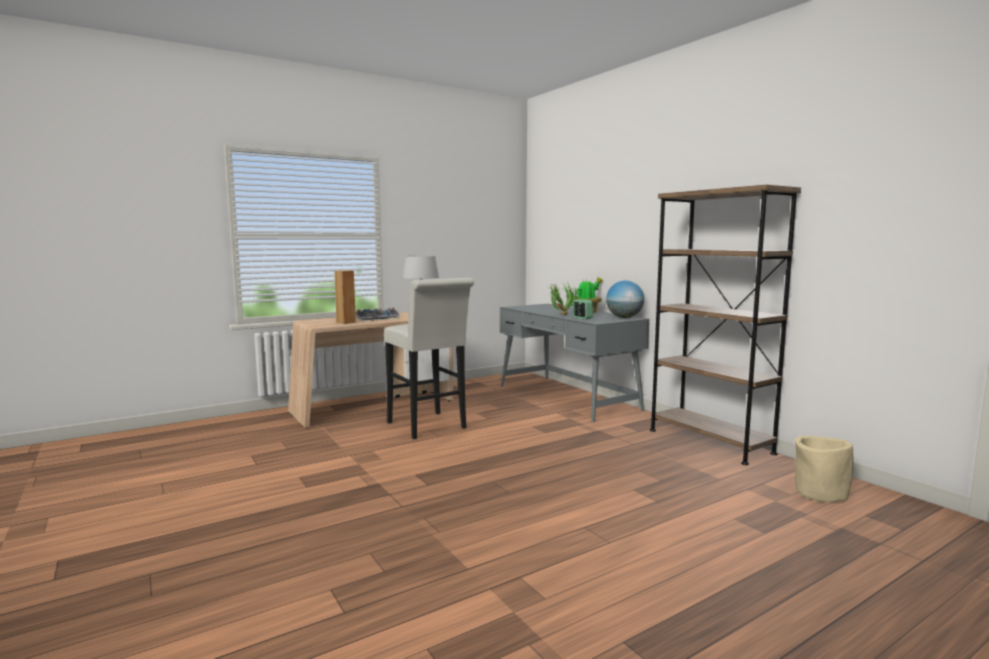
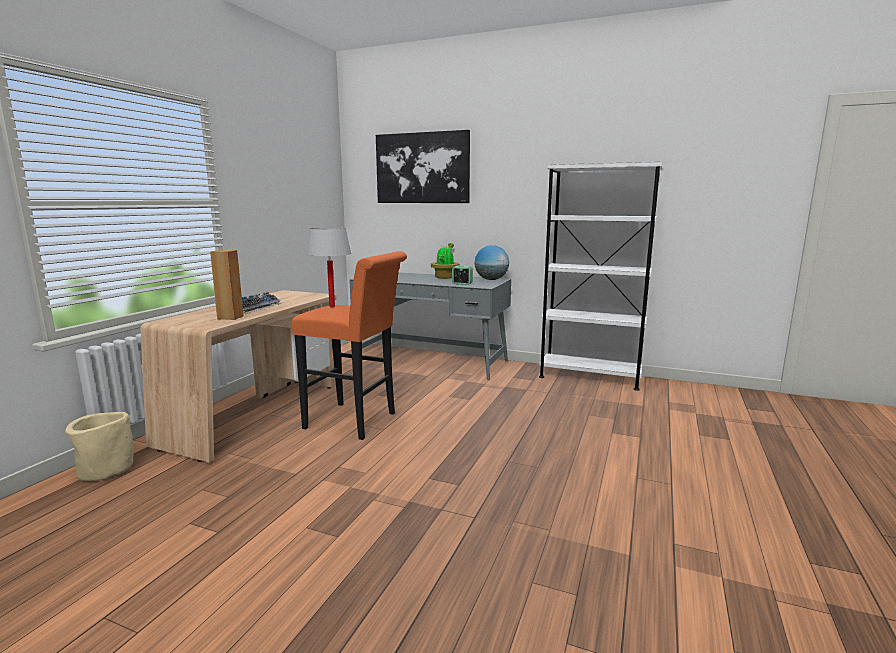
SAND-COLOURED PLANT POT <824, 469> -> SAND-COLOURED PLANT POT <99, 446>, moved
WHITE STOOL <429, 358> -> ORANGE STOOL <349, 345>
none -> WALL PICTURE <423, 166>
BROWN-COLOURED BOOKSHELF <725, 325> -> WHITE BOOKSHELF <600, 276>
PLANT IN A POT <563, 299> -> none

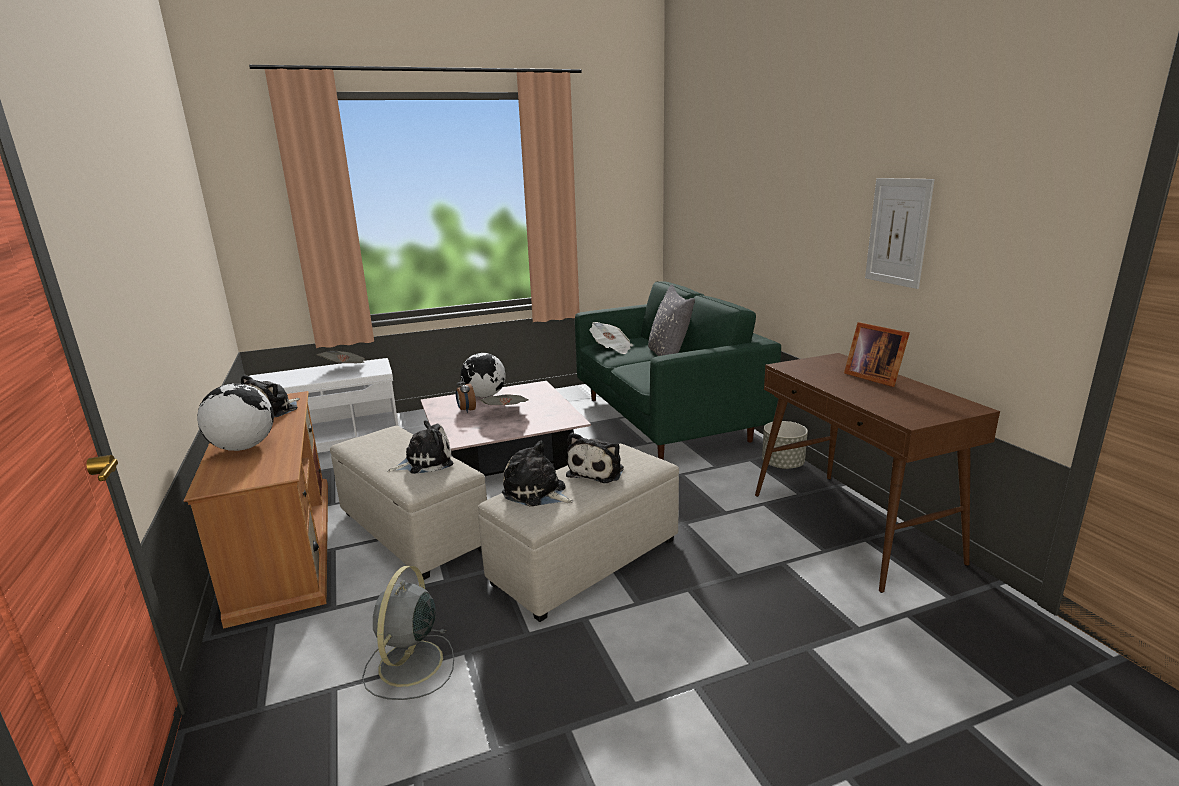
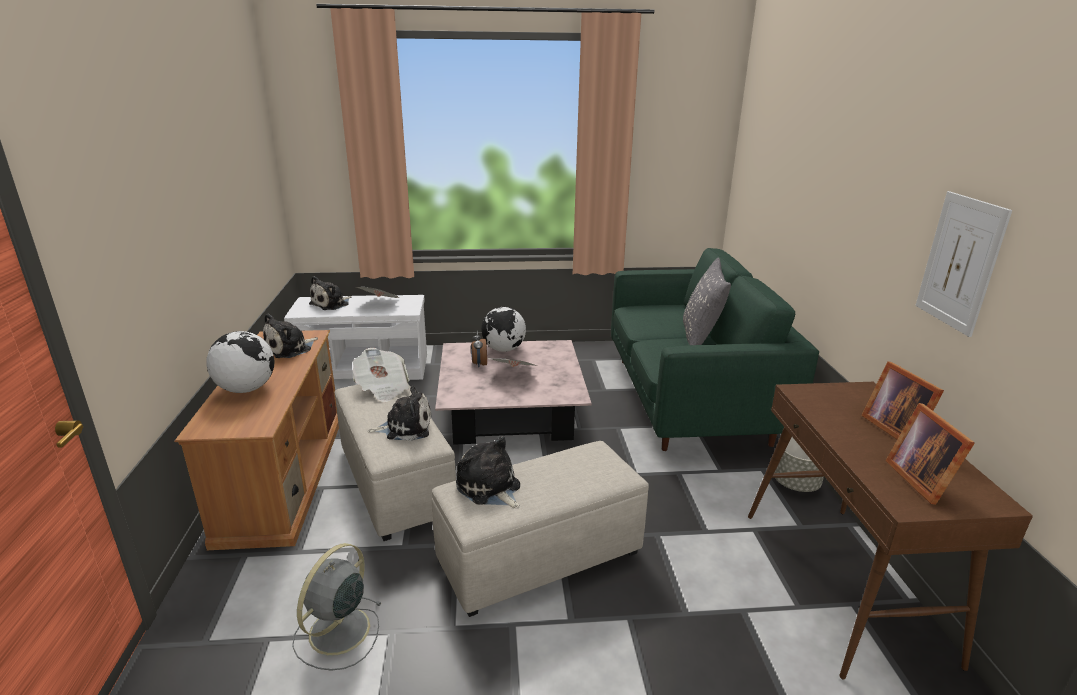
SOFT TOY <595, 457> -> SOFT TOY <330, 293>, moved
NEWSPAPER <611, 338> -> NEWSPAPER <381, 375>, moved
none -> PHOTO FRAME <930, 454>

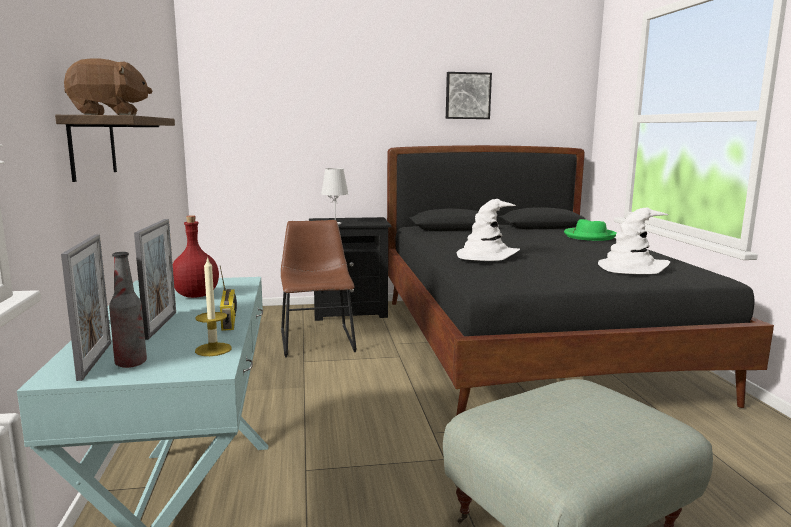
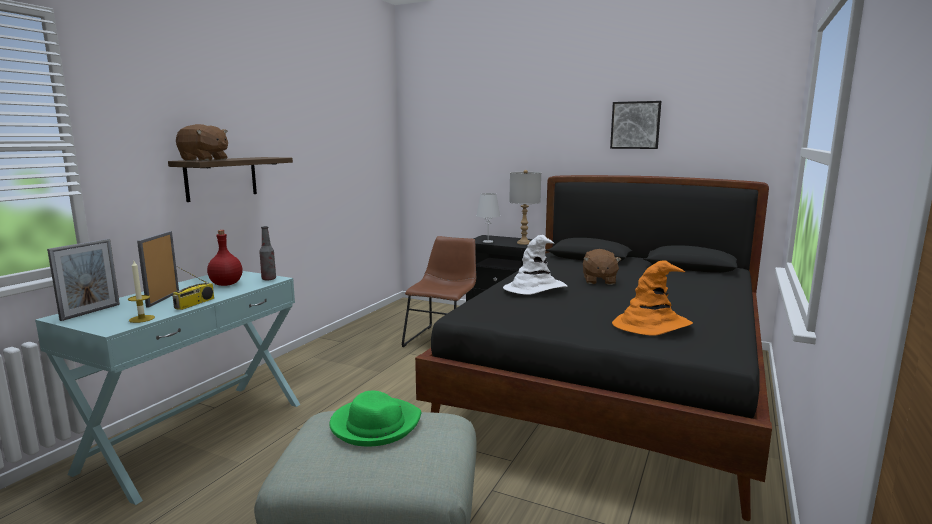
PHOTO FRAME <155, 279> -> PHOTO FRAME <158, 269>, 150 degrees clockwise
BEVERAGE BOTTLE <128, 310> -> BEVERAGE BOTTLE <267, 253>, moved
GREEN WEARABLE HAT <590, 230> -> GREEN WEARABLE HAT <375, 419>, moved
none -> GREYISH TABLETOP LAMP <525, 207>
none -> BROWN-COLOURED SOFT TOY <602, 267>
WHITE WEARABLE HAT <634, 241> -> ORANGE WEARABLE HAT <652, 298>

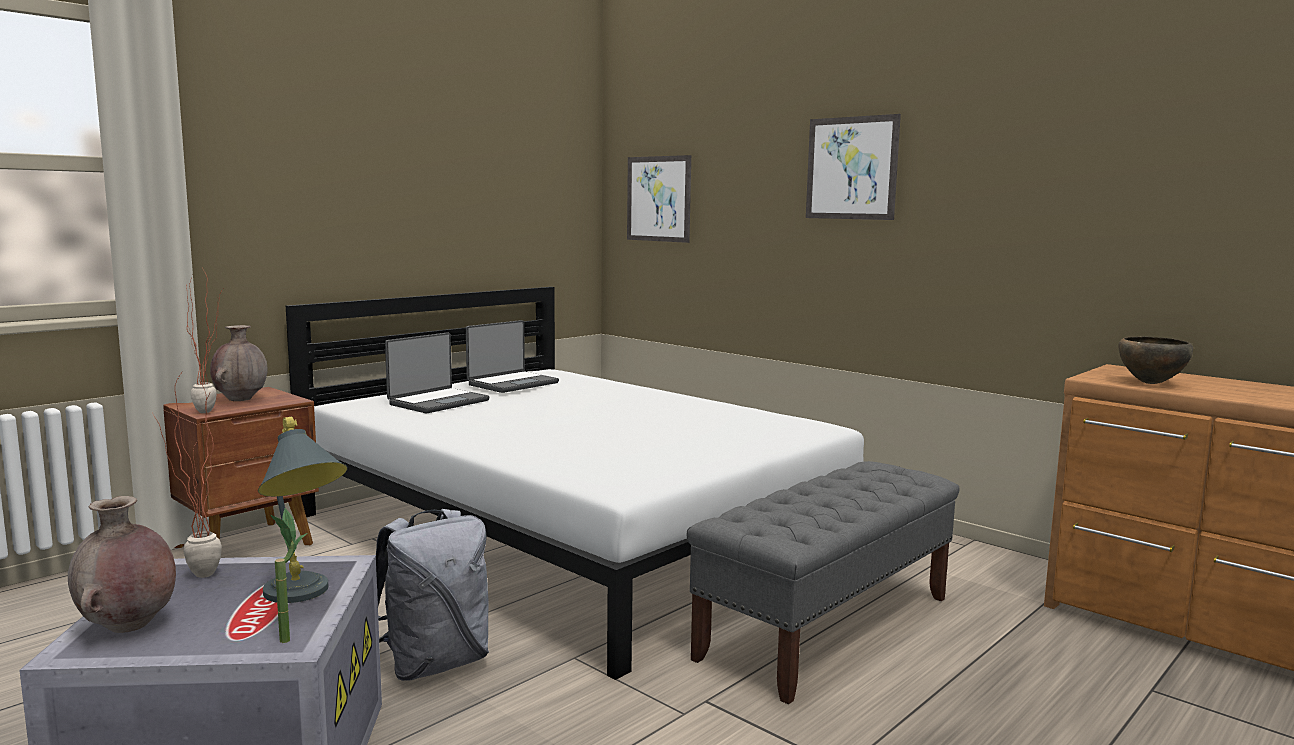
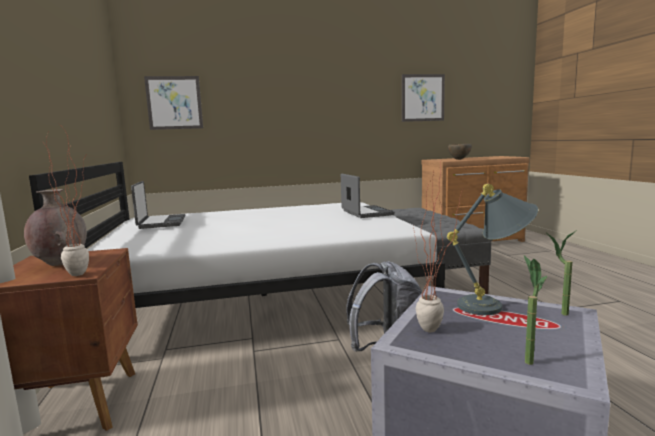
PORTABLE COMPUTER <437, 372> -> PORTABLE COMPUTER <368, 196>, moved
WALL PICTURE <853, 167> -> WALL PICTURE <423, 98>, moved
BROWN-COLOURED DECORATIVE VASE <122, 564> -> PLANT IN A POT <535, 310>

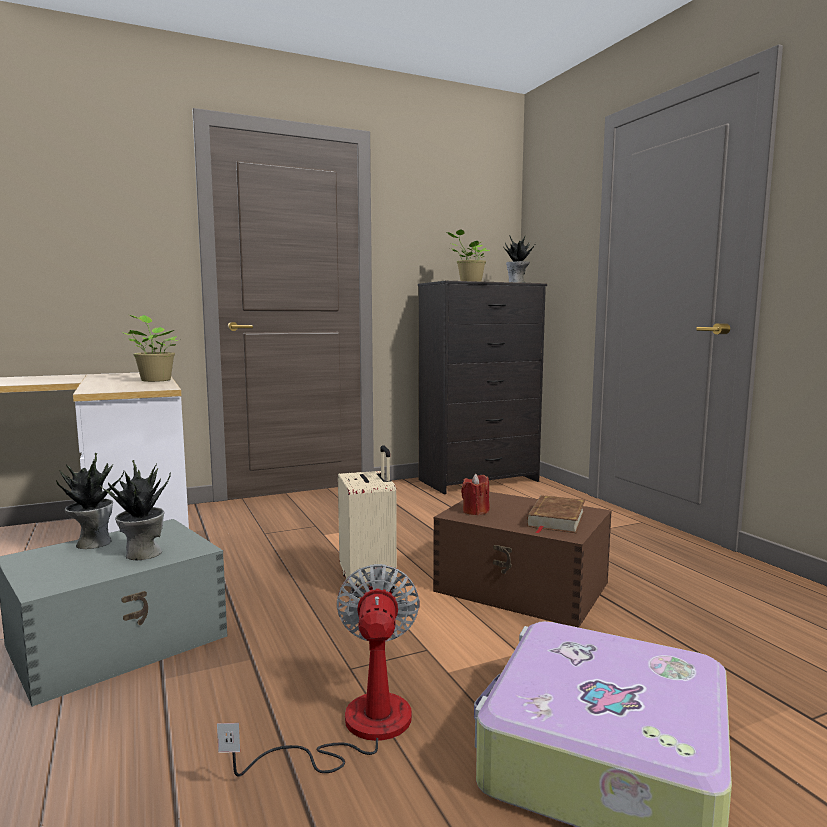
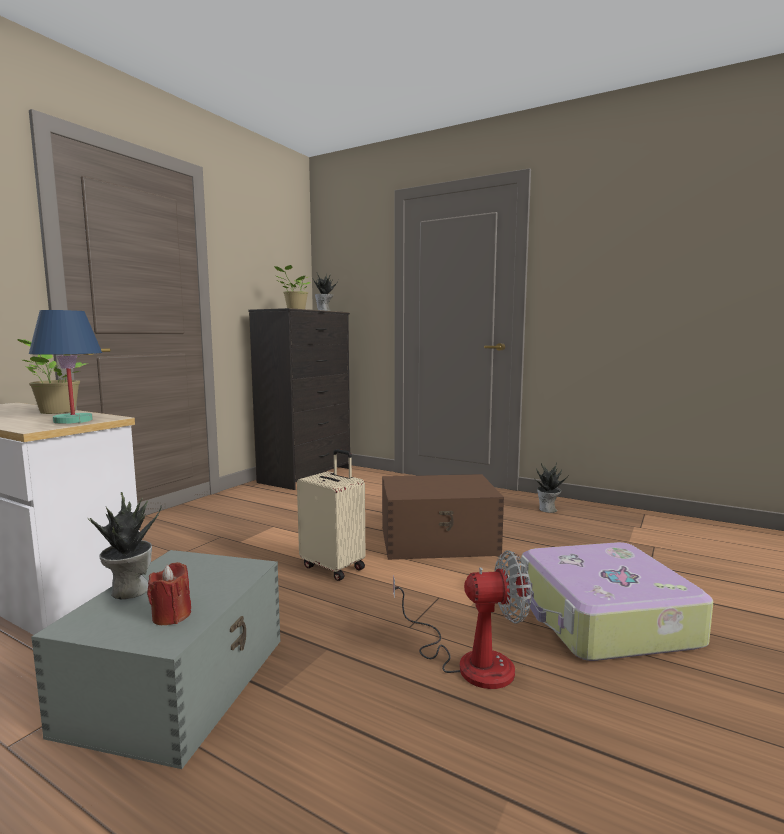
none -> BLUE TABLETOP LAMP <65, 367>
RED CANDLE <475, 494> -> RED CANDLE <169, 593>, moved
ELECTRIC FAN <318, 670> -> ELECTRIC FAN <462, 619>, 120 degrees clockwise
PLANT IN A POT <136, 510> -> PLANT IN A POT <551, 488>, moved
BROWN-COLOURED VOLUME <556, 514> -> none

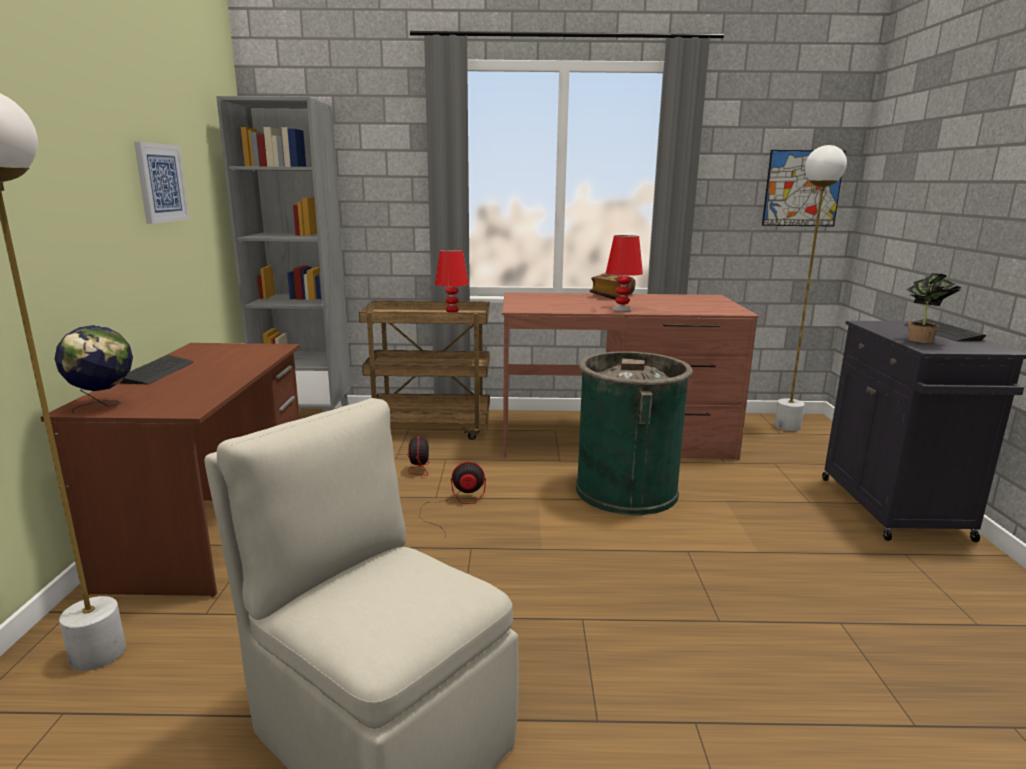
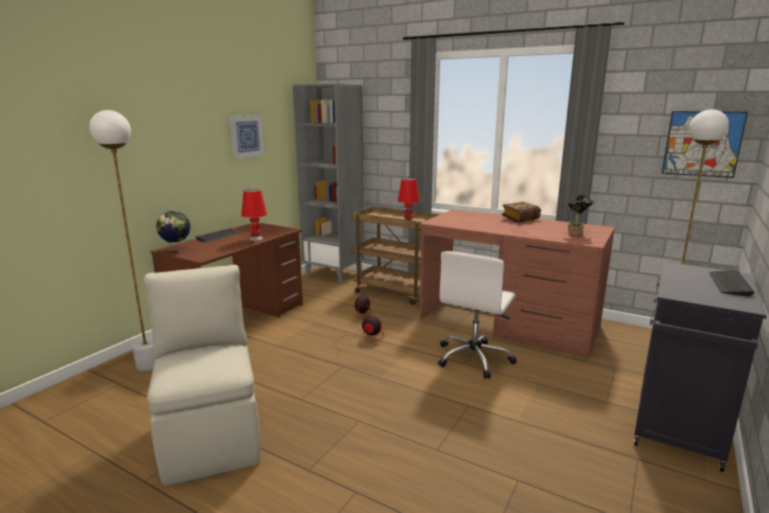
RED TABLETOP LAMP <624, 273> -> RED TABLETOP LAMP <254, 215>, moved
GREEN WASTE BIN <634, 433> -> WHITE DESK CHAIR <477, 315>
PLANT IN A POT <934, 308> -> PLANT IN A POT <578, 215>, moved

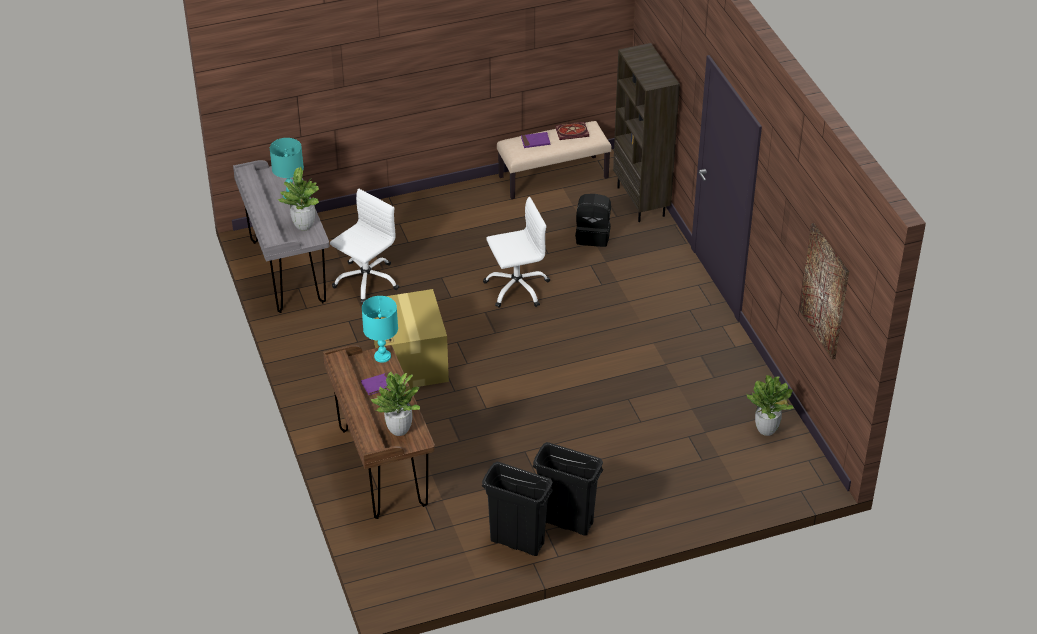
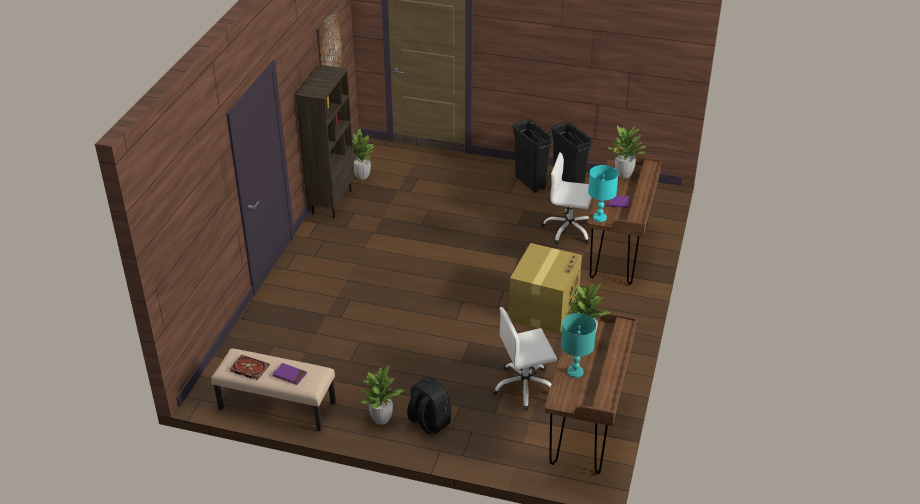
BROWN-COLOURED BOOKSHELF <646, 132> -> BROWN-COLOURED BOOKSHELF <325, 141>, moved
none -> PLANT IN A POT <383, 395>
BLACK-COLOURED KNAPSACK <593, 220> -> BLACK-COLOURED KNAPSACK <429, 406>, moved
WHITE DESK CHAIR <516, 252> -> WHITE DESK CHAIR <566, 198>, moved
GREYISH DESK UNIT <281, 236> -> BROWN-COLOURED DESK UNIT <590, 393>

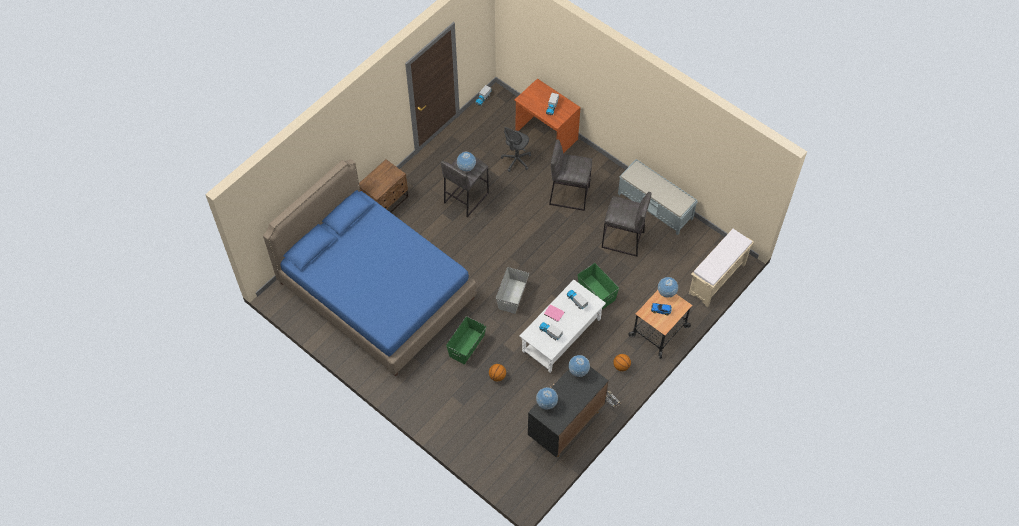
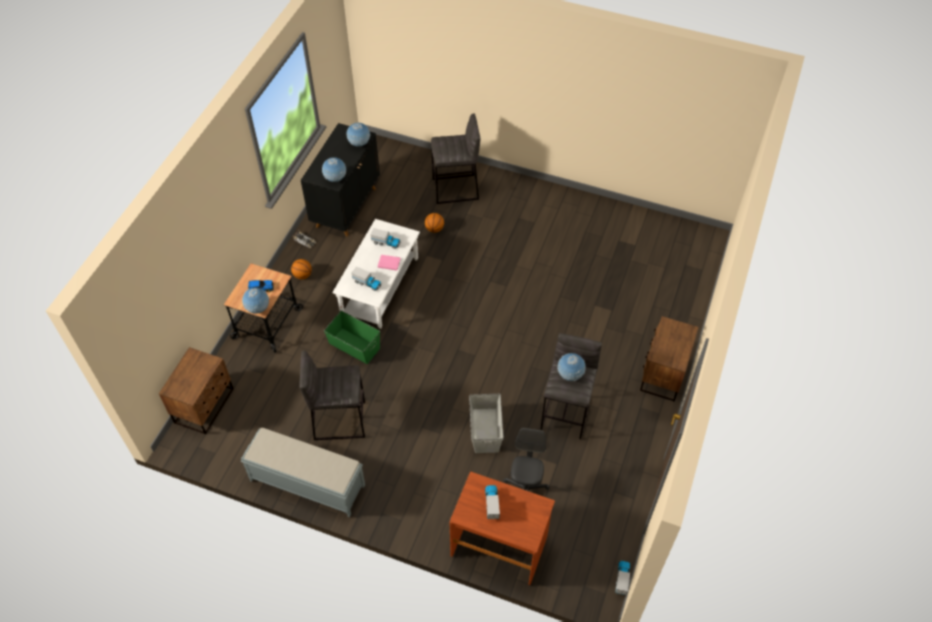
SAND-COLOURED INDOOR BENCH <721, 268> -> BROWN-COLOURED NIGHT TABLE <196, 391>
GREYISH STOOL <570, 175> -> GREYISH STOOL <455, 159>, moved
GREYISH STORAGE BIN <512, 290> -> GREYISH STORAGE BIN <486, 423>, moved
BLUE SLEEPING BED <369, 267> -> none
GREEN STORAGE BIN <466, 340> -> none

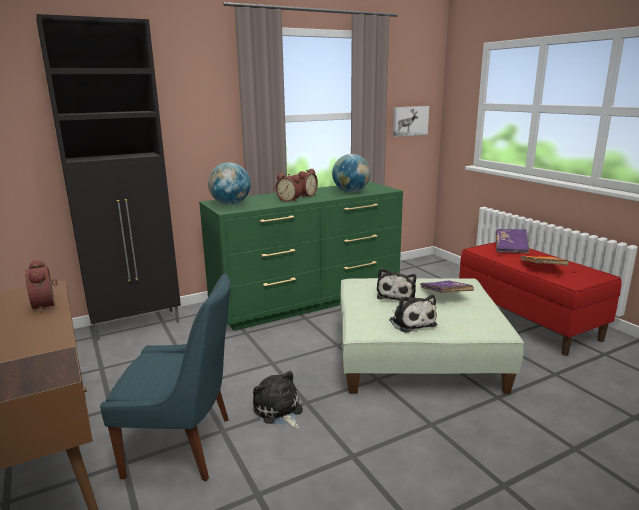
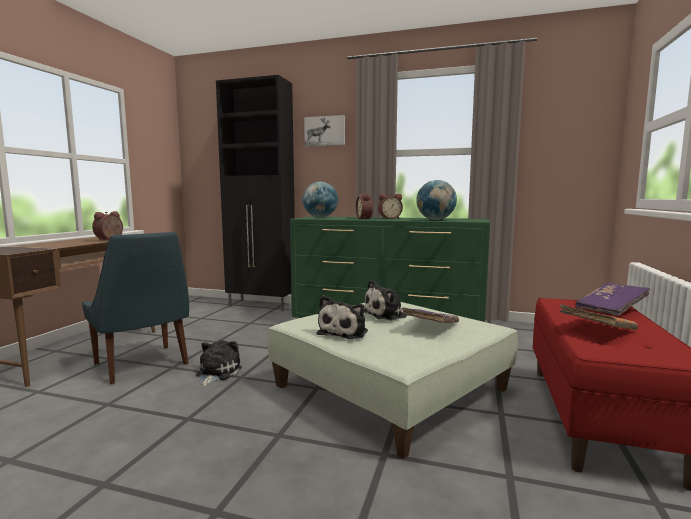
WALL PICTURE <411, 121> -> WALL PICTURE <324, 131>, moved

